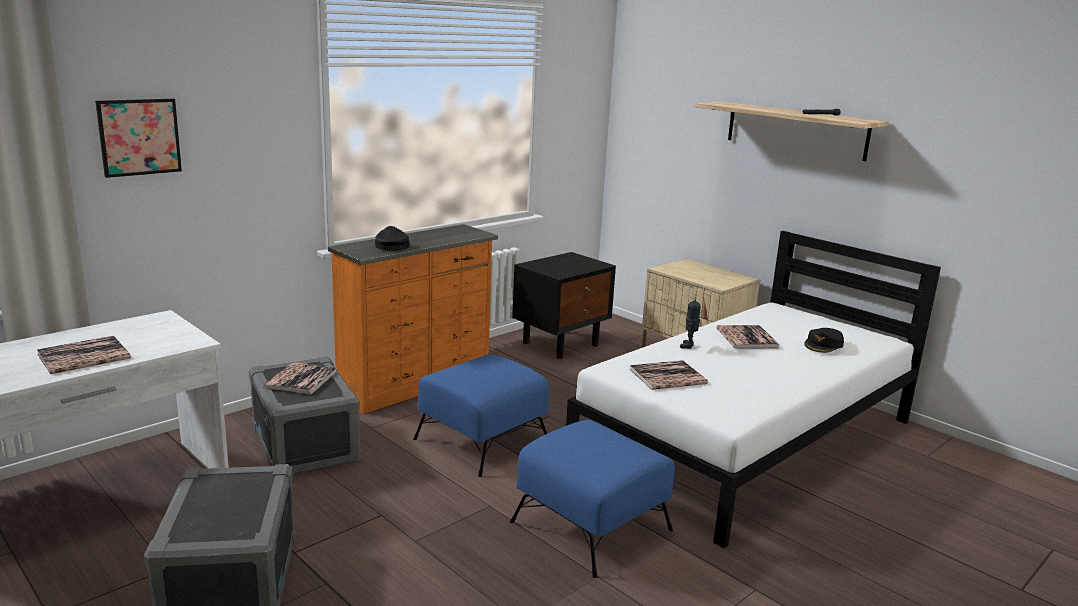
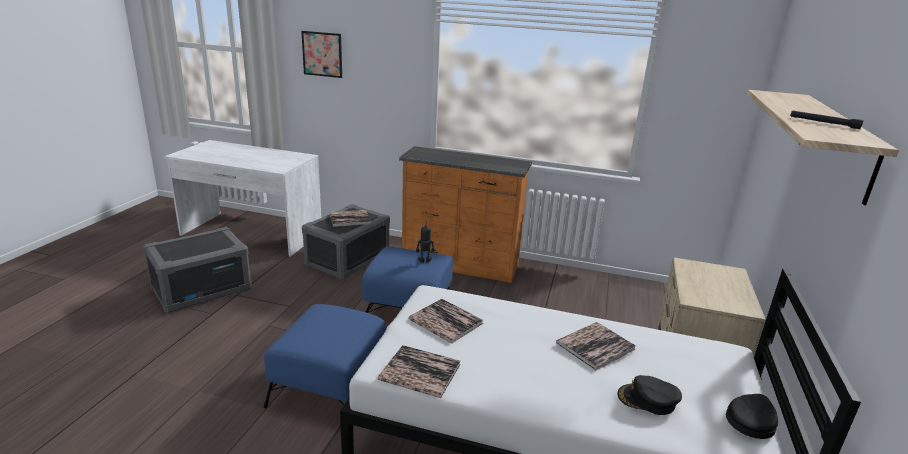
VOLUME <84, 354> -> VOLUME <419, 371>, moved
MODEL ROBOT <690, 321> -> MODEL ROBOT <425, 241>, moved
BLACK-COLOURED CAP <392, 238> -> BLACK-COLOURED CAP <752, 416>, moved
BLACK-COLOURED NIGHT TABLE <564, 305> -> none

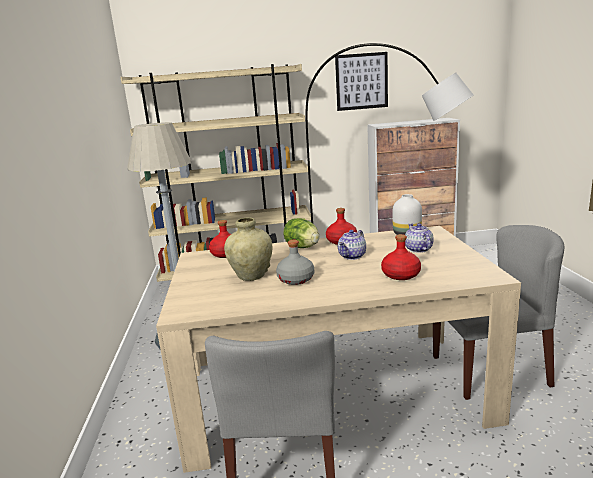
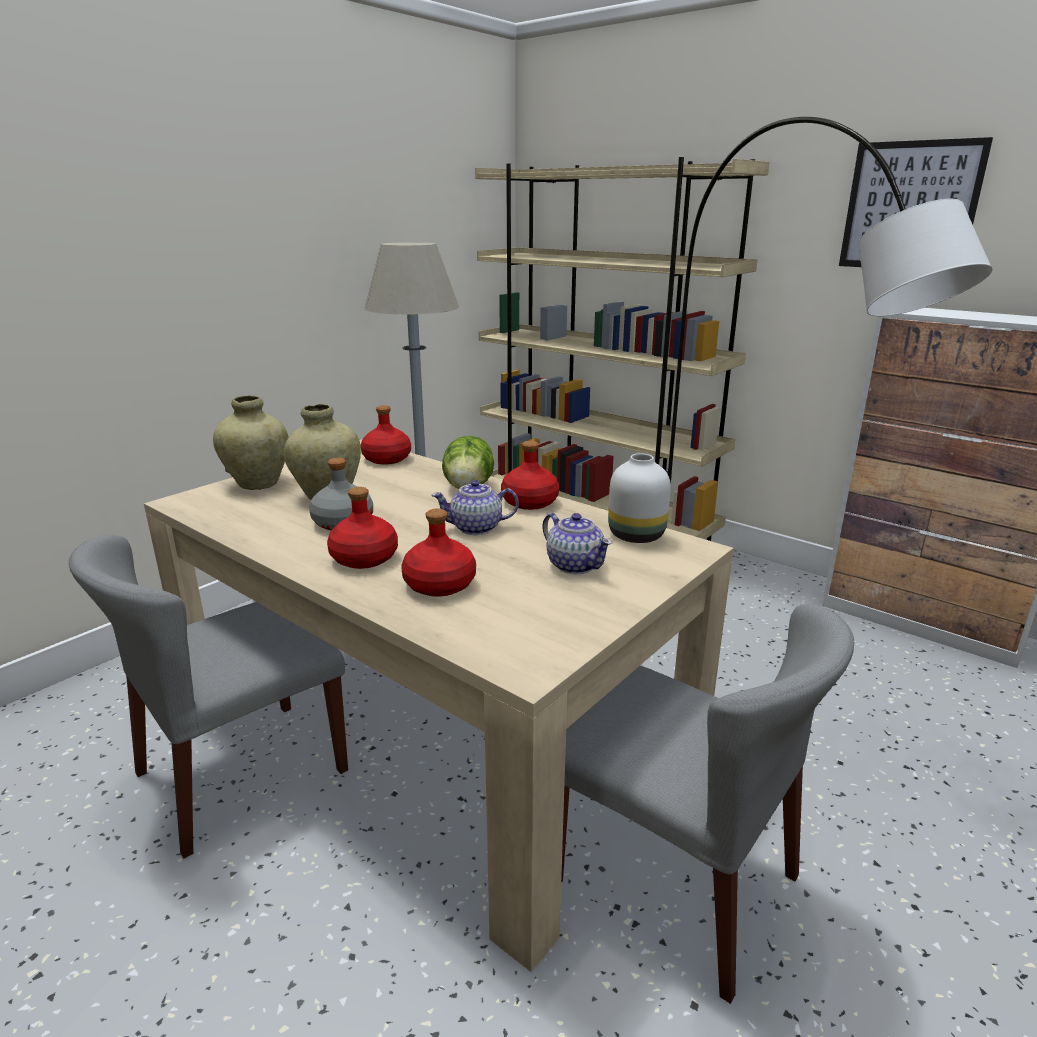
none -> SAND-COLOURED DECORATIVE VASE <251, 442>
none -> RED BEVERAGE BOTTLE <362, 528>
TEAPOT <419, 238> -> TEAPOT <577, 543>, 105 degrees clockwise

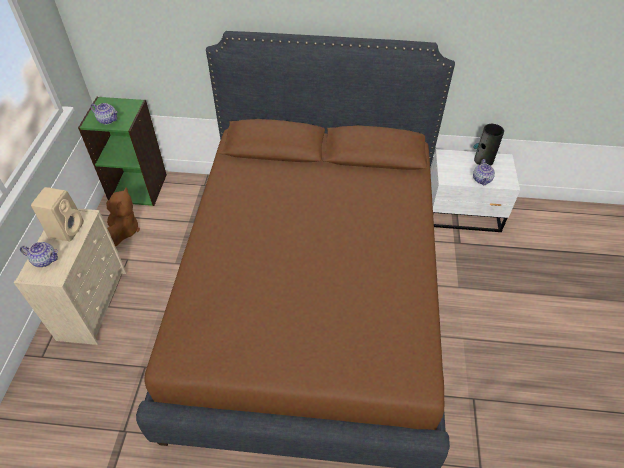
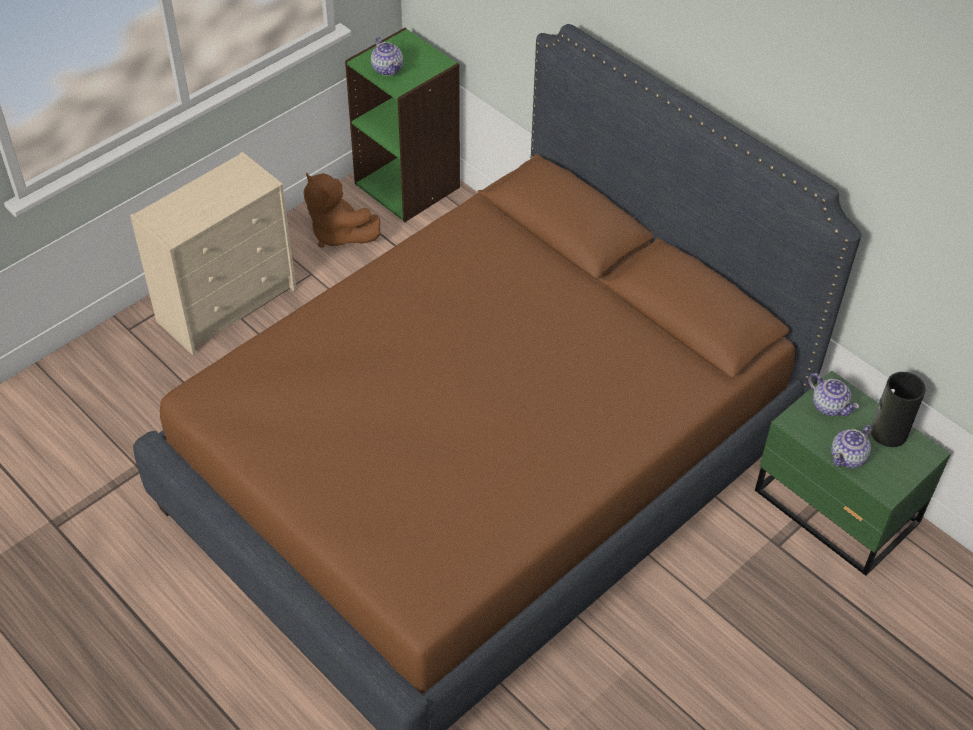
BROWN-COLOURED SOFT TOY <123, 216> -> BROWN-COLOURED SOFT TOY <341, 210>, 90 degrees clockwise
WHITE NIGHT TABLE <475, 190> -> GREEN NIGHT TABLE <853, 473>
TEAPOT <39, 254> -> TEAPOT <833, 394>, moved
SAND-COLOURED LOUDSPEAKER <57, 214> -> none

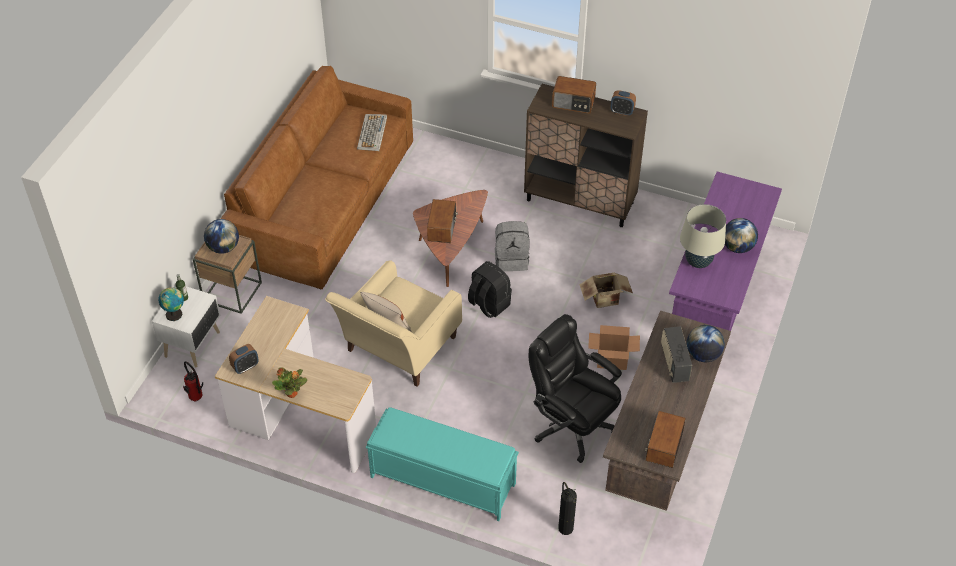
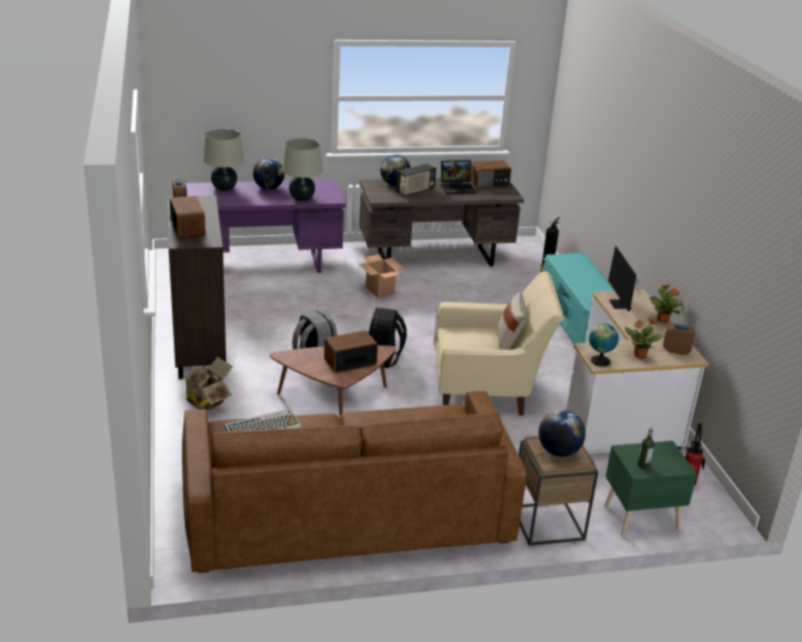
CARTON <606, 290> -> CARTON <206, 383>, moved
none -> SAND-COLOURED TABLETOP LAMP <223, 159>
none -> PORTABLE COMPUTER <458, 177>
WORLD GLOBE <171, 304> -> WORLD GLOBE <604, 345>, moved
WHITE NIGHT TABLE <186, 327> -> GREEN NIGHT TABLE <650, 488>
none -> COMPUTER SCREEN <623, 278>
none -> PLANT IN A POT <644, 338>
BLACK-COLOURED DESK CHAIR <575, 388> -> none

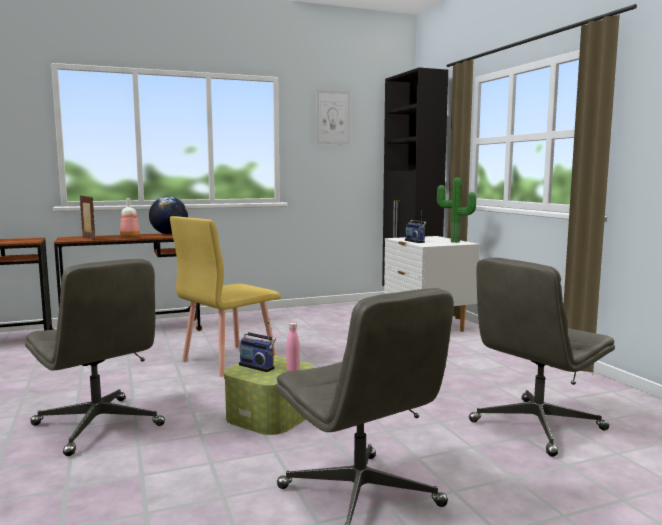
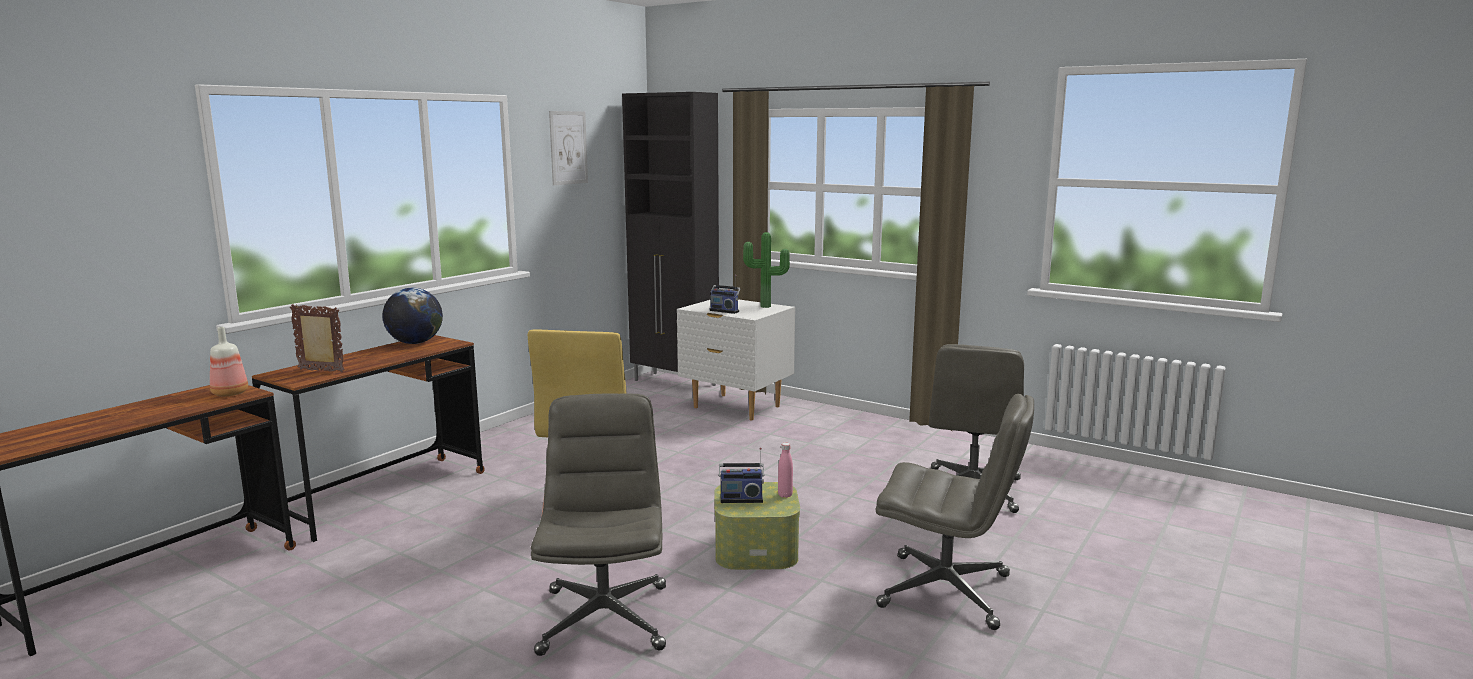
BEVERAGE BOTTLE <130, 218> -> BEVERAGE BOTTLE <229, 361>, moved
GREYISH DESK CHAIR <95, 357> -> GREYISH DESK CHAIR <598, 525>, 105 degrees counterclockwise

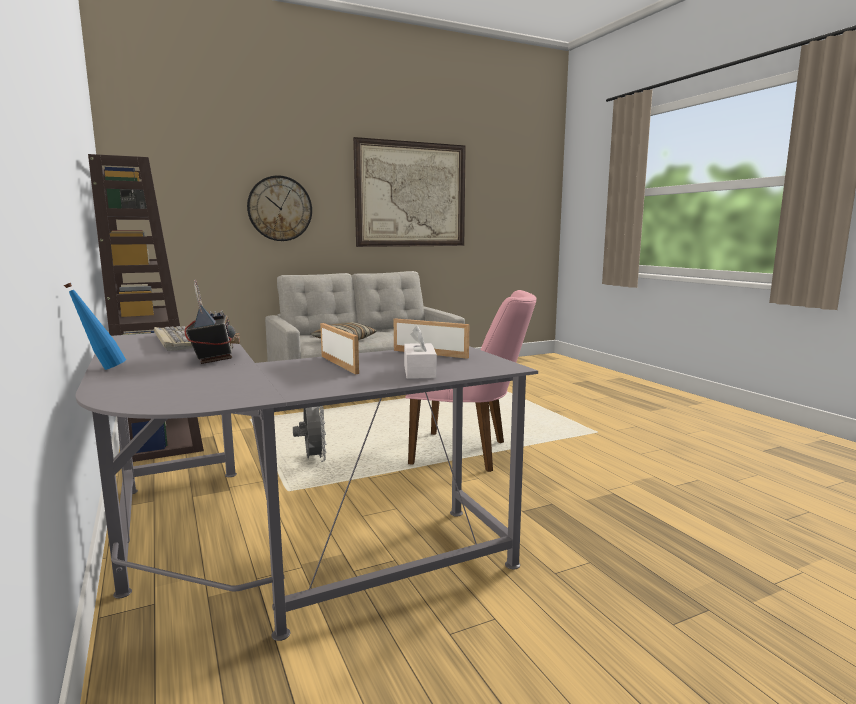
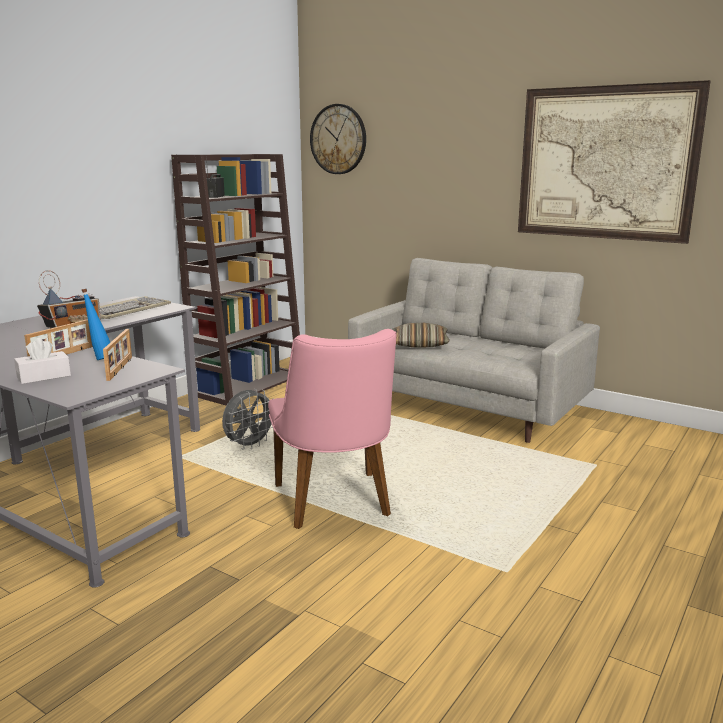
BLUE BEVERAGE BOTTLE <95, 326> -> BLUE BEVERAGE BOTTLE <96, 324>, moved
HANGING CLOCK <279, 208> -> HANGING CLOCK <338, 139>, moved

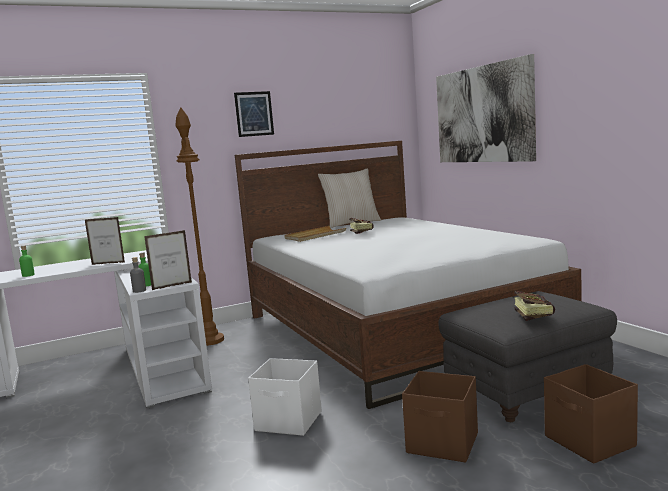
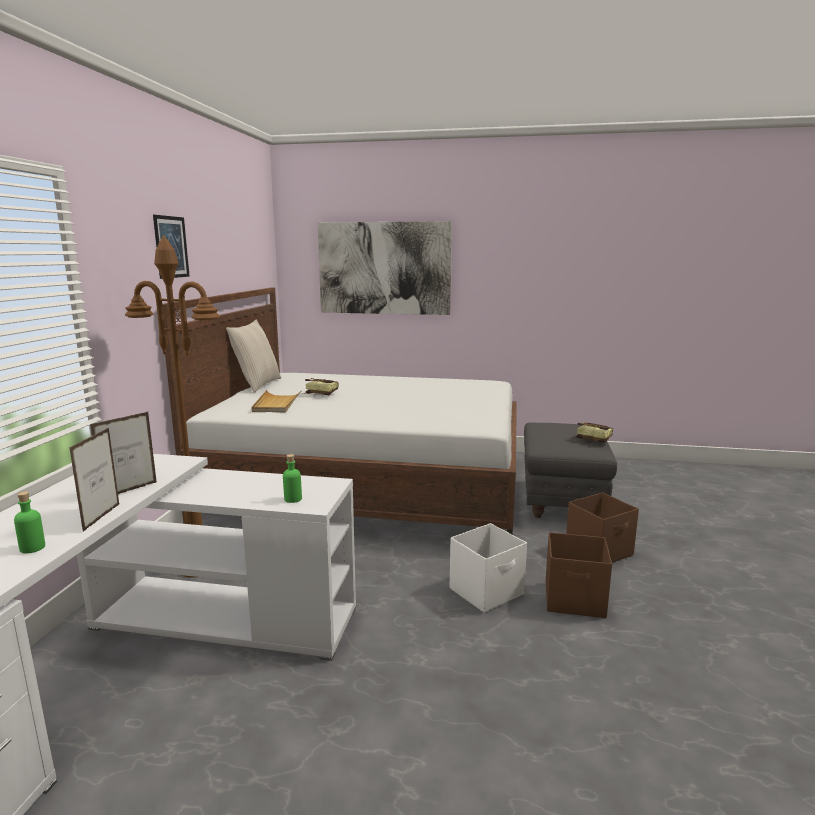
PHOTO FRAME <168, 260> -> PHOTO FRAME <94, 480>, moved
BROWN-COLOURED STORAGE BIN <591, 414> -> BROWN-COLOURED STORAGE BIN <579, 575>, moved
GREYISH BEVERAGE BOTTLE <138, 275> -> none

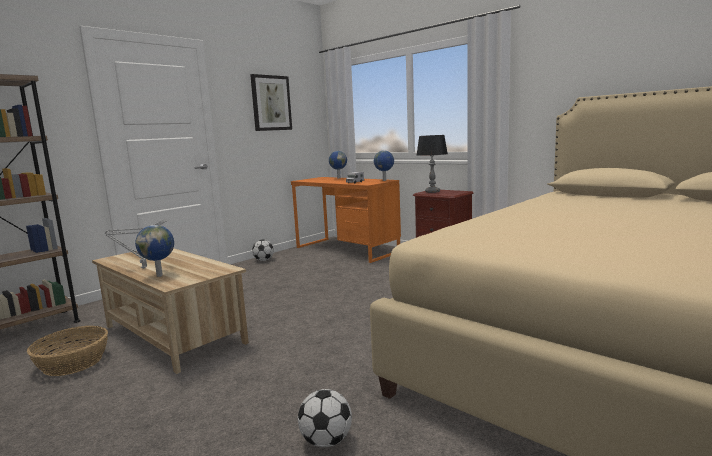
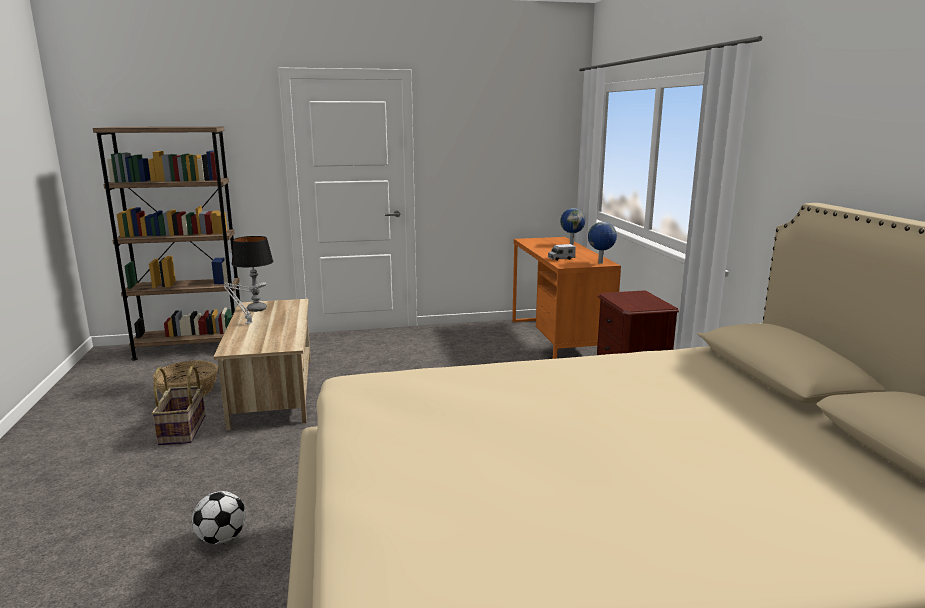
none -> BASKET <178, 405>
TABLETOP LAMP <432, 164> -> TABLETOP LAMP <252, 274>, moved
WORLD GLOBE <154, 251> -> none
WALL PICTURE <271, 102> -> none
FOOTBALL BALL <263, 250> -> none

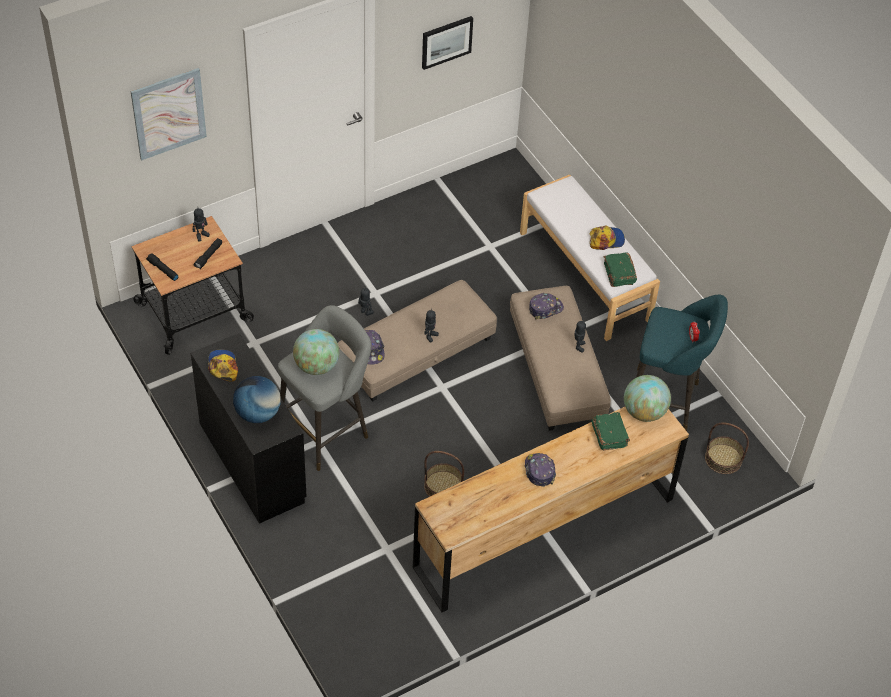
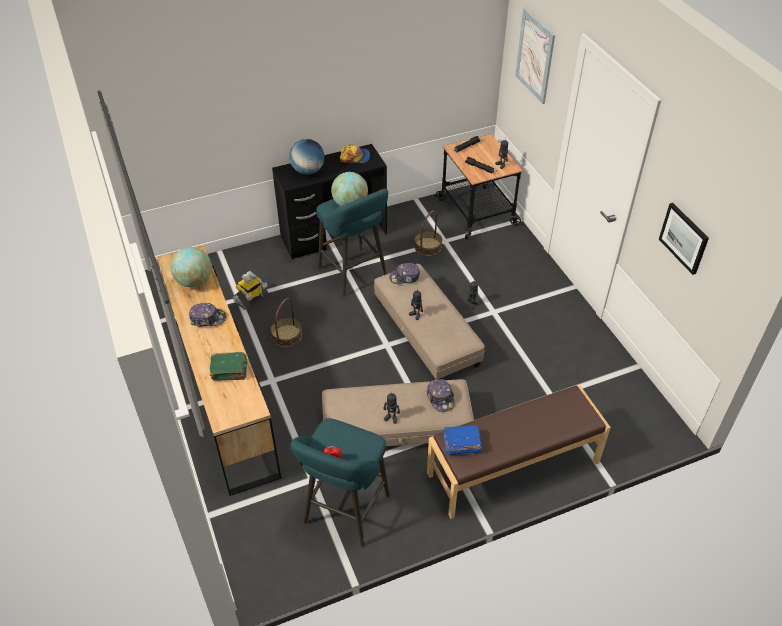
WORLD GLOBE <647, 398> -> WORLD GLOBE <191, 267>, moved
none -> MODEL ROBOT <250, 290>
GREYISH STOOL <324, 388> -> TURQUOISE-COLOURED STOOL <352, 242>
BASKET <727, 448> -> BASKET <428, 233>, moved
WHITE INDOOR BENCH <590, 258> -> BROWN-COLOURED INDOOR BENCH <519, 452>
GREEN VOLUME <620, 269> -> BLUE VOLUME <462, 440>
CAP <607, 237> -> none

